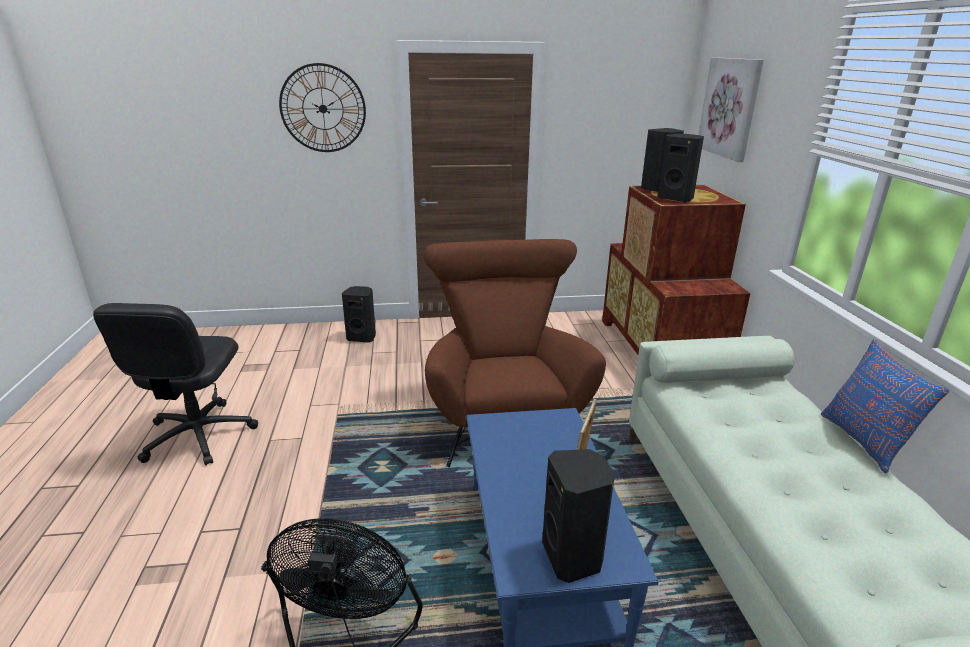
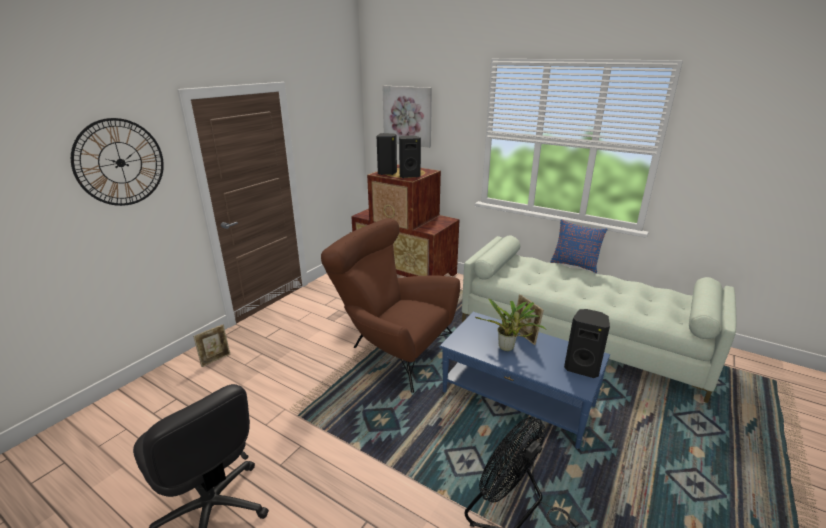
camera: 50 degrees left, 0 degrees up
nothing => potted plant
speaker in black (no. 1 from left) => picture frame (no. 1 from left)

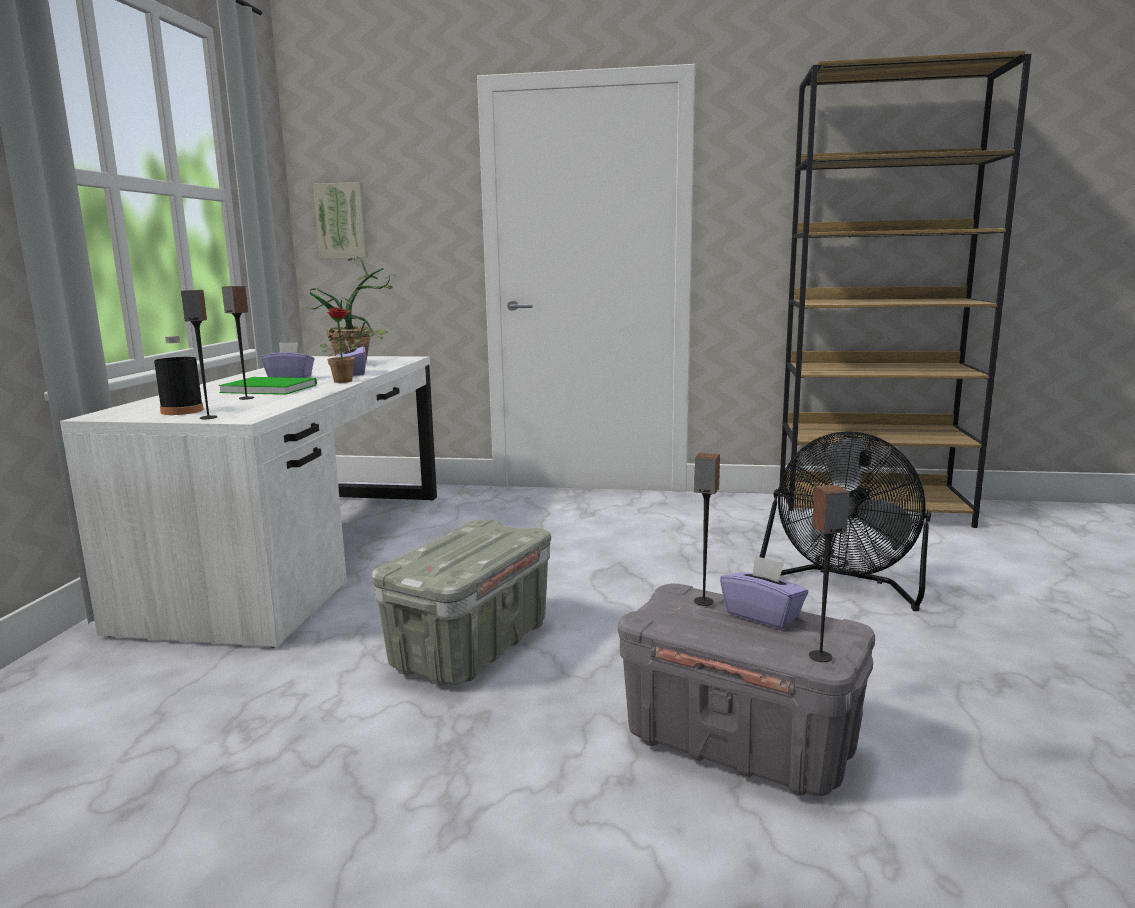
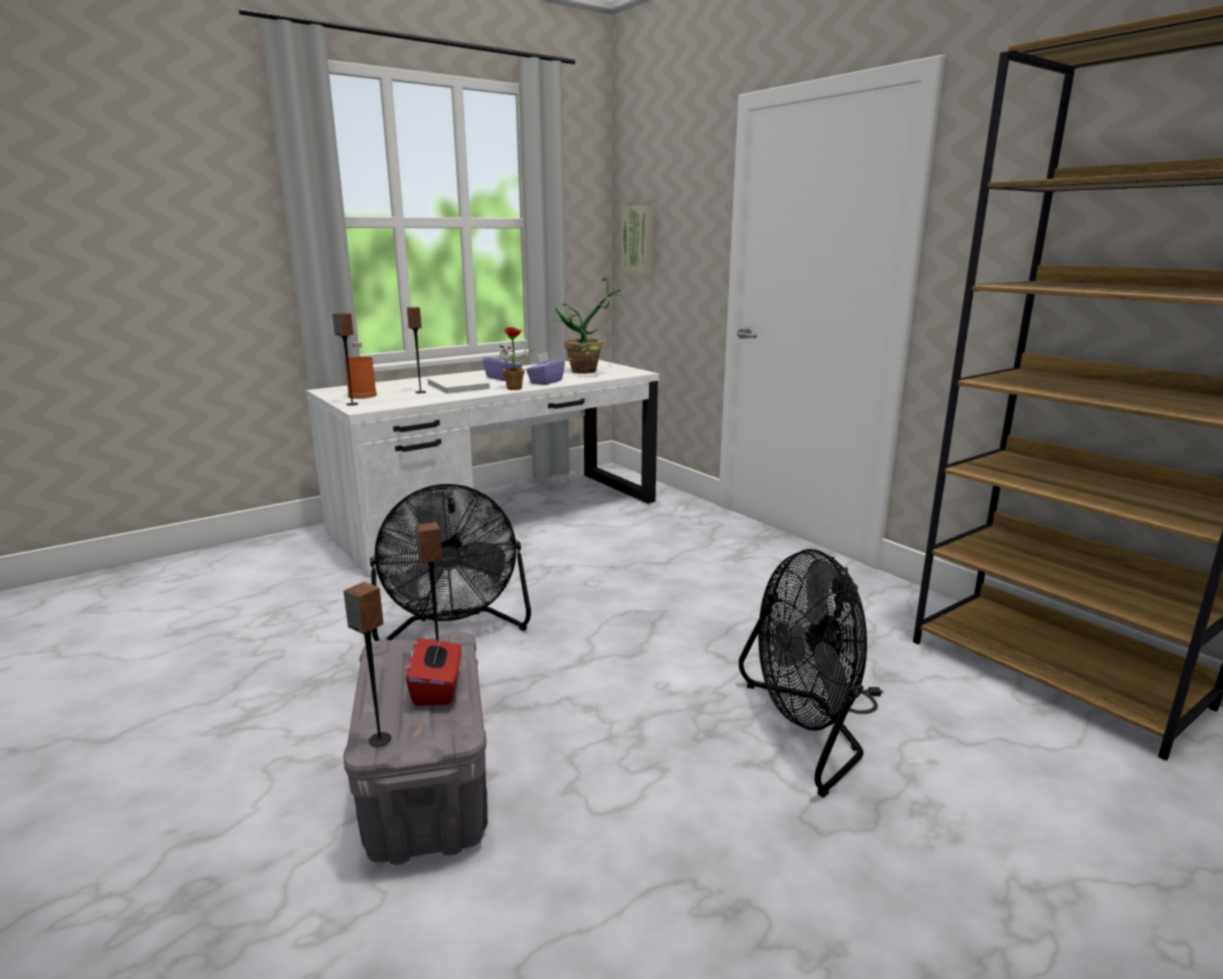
camera: 45 degrees right, 5 degrees up
storage box in grey (no. 1 from left) => fan in black (no. 1 from left)
bottle in black => bottle in orange
book in green => book in white
tissue box in purple (no. 3 from left) => tissue box in red

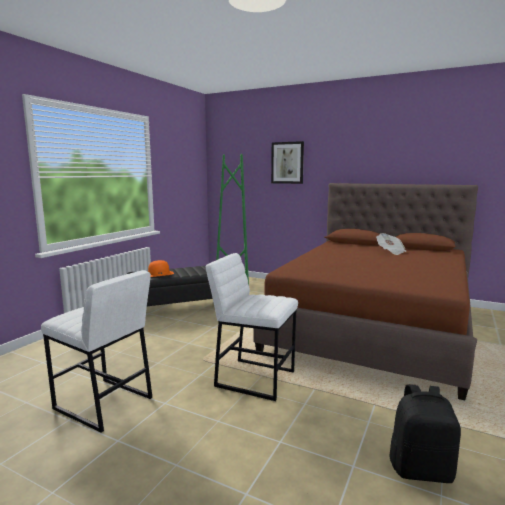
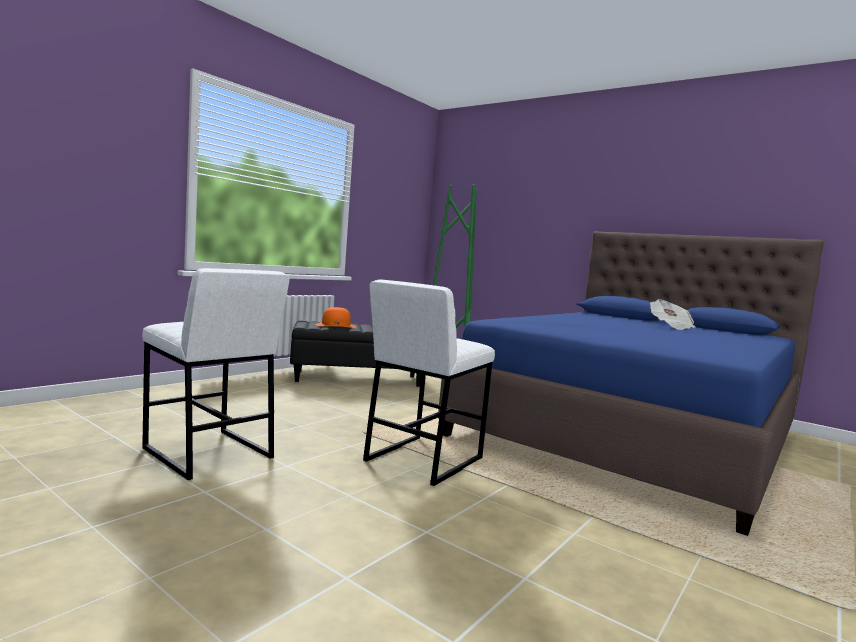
camera: 10 degrees right, 5 degrees down
picture => nothing
backpack in black => nothing
bed in brown => bed in blue
chair in white (no. 2 from left), 90 degrees counterclockwise

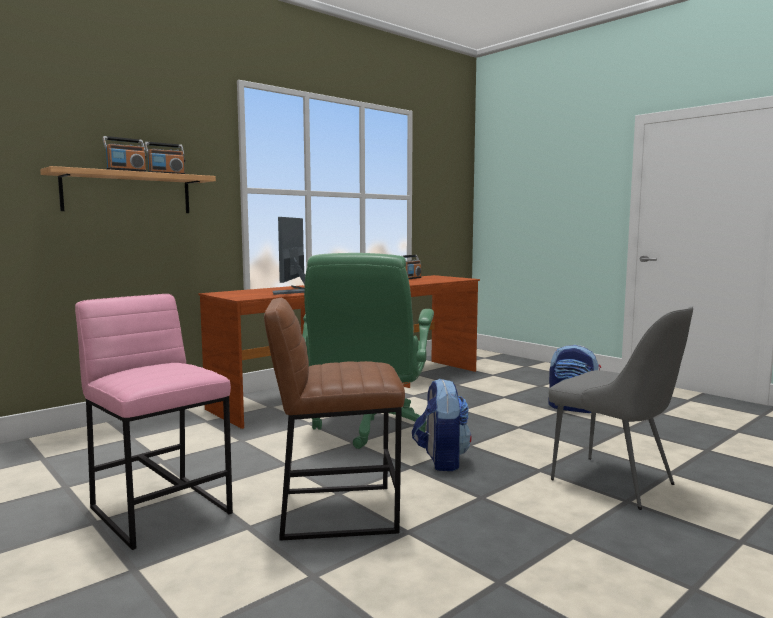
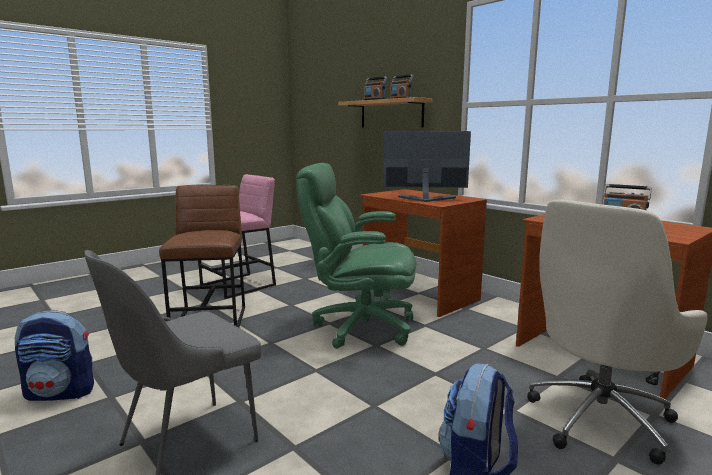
camera: 90 degrees right, 5 degrees up
nothing => office chair in beige
backpack (no. 1 from left), relocated

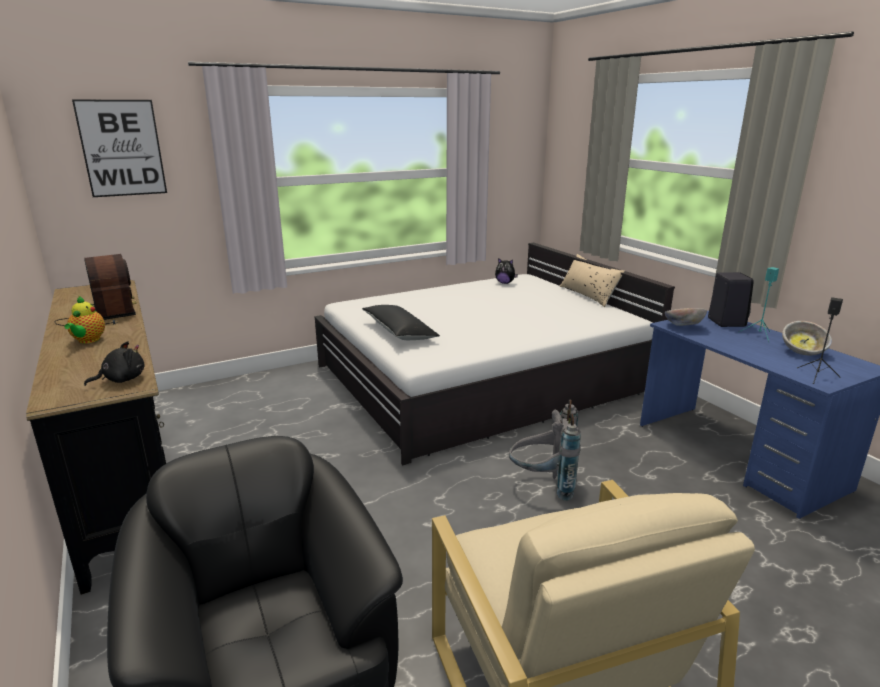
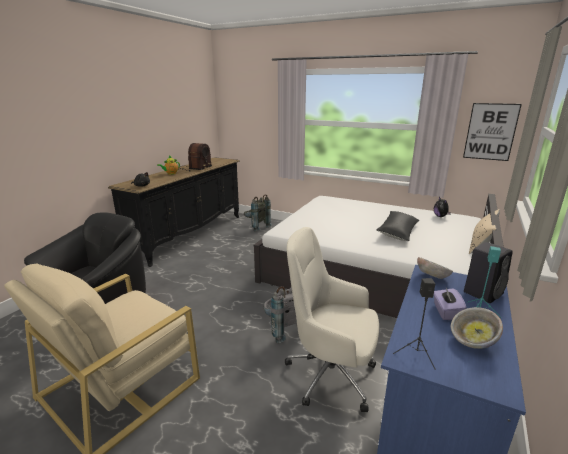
camera: 55 degrees right, 0 degrees up
nothing => backpack in grey (no. 1 from left)
nothing => office chair in beige
nothing => tissue box in purple
picture, relocated
pillow in black, relocated

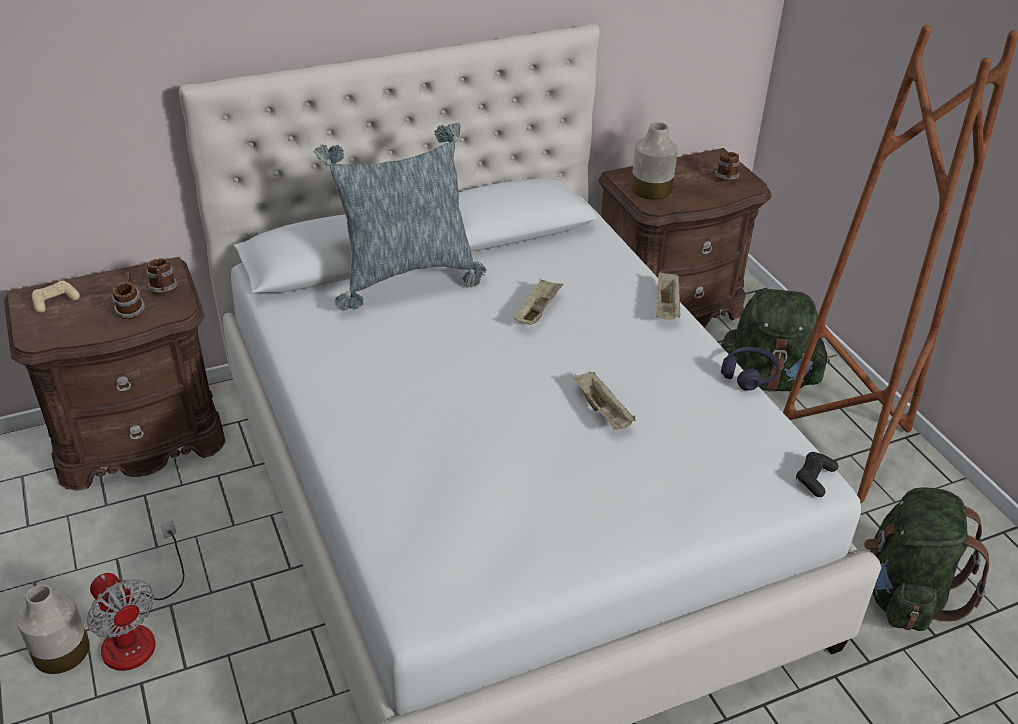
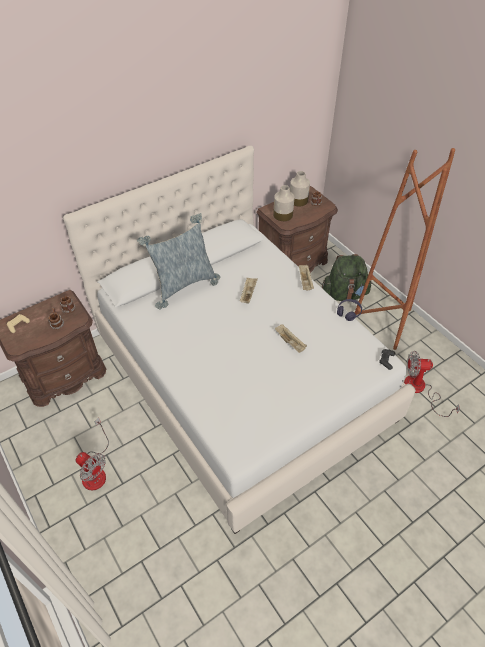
camera: 10 degrees left, 10 degrees up
vase in beige (no. 1 from left in the first image) => vase in beige (no. 2 from left), relocated
backpack in green (no. 2 from left) => fan (no. 2 from left)

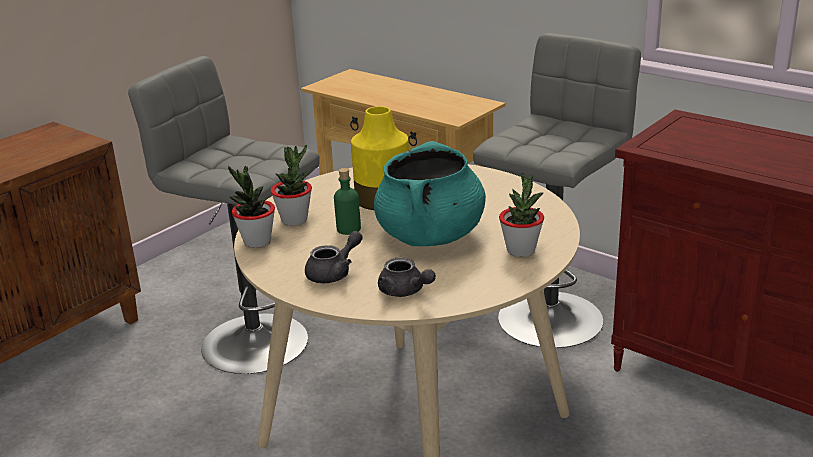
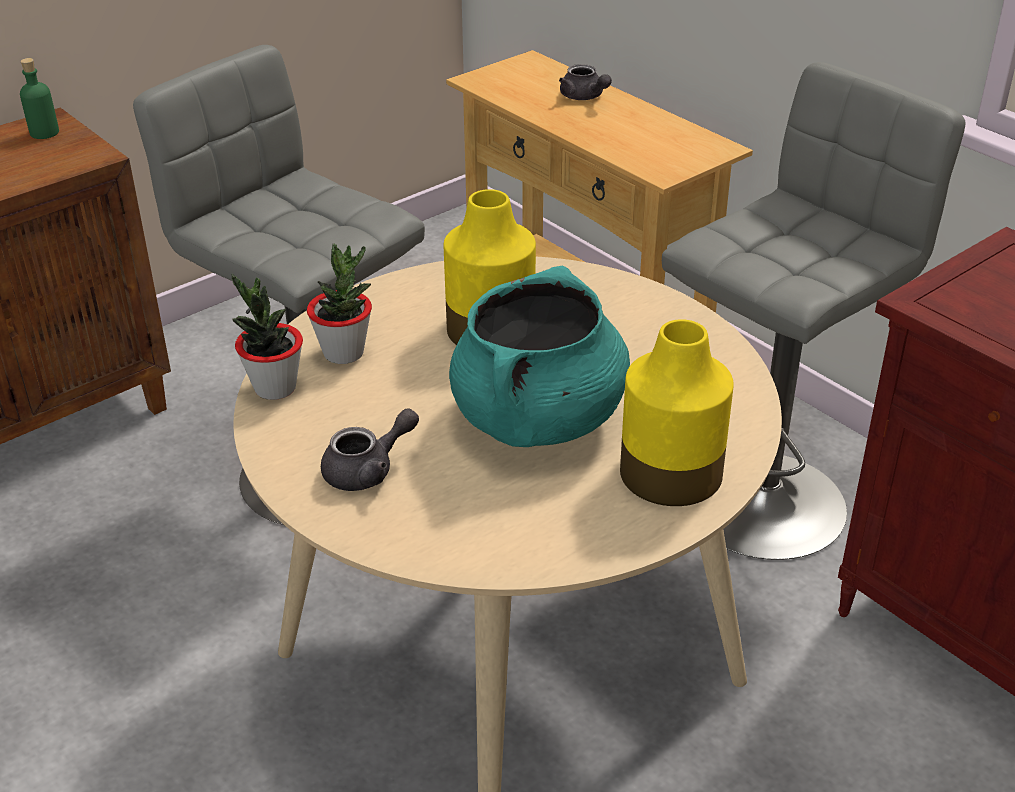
camera: 10 degrees right, 10 degrees up
bottle in green, relocated
teapot in grey (no. 2 from left), relocated
potted plant (no. 3 from left) => vase in yellow (no. 2 from left)

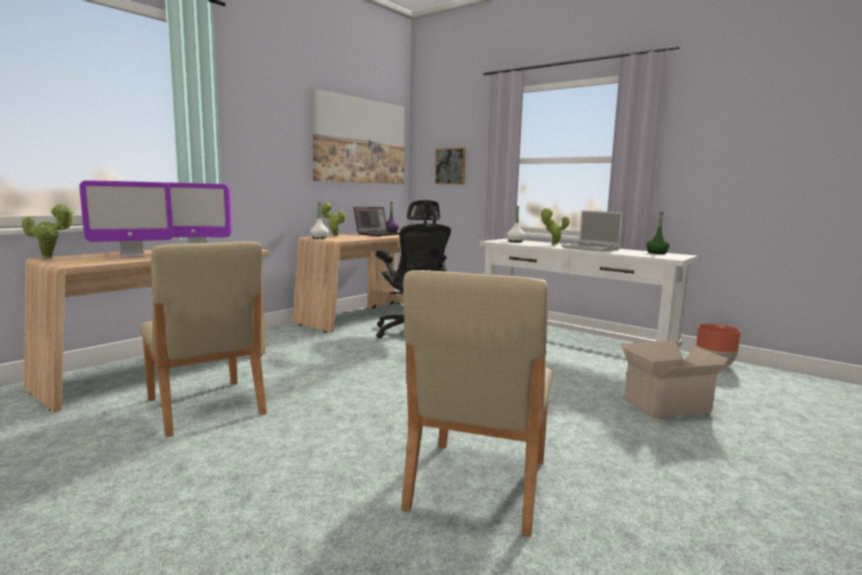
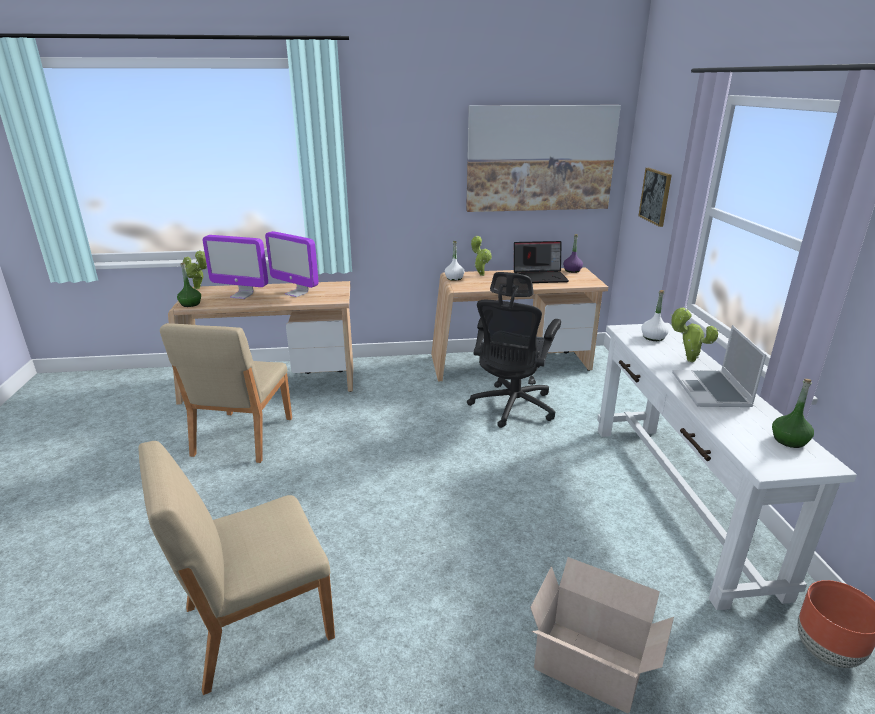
camera: 45 degrees right, 15 degrees up
nothing => bottle in green (no. 1 from left)

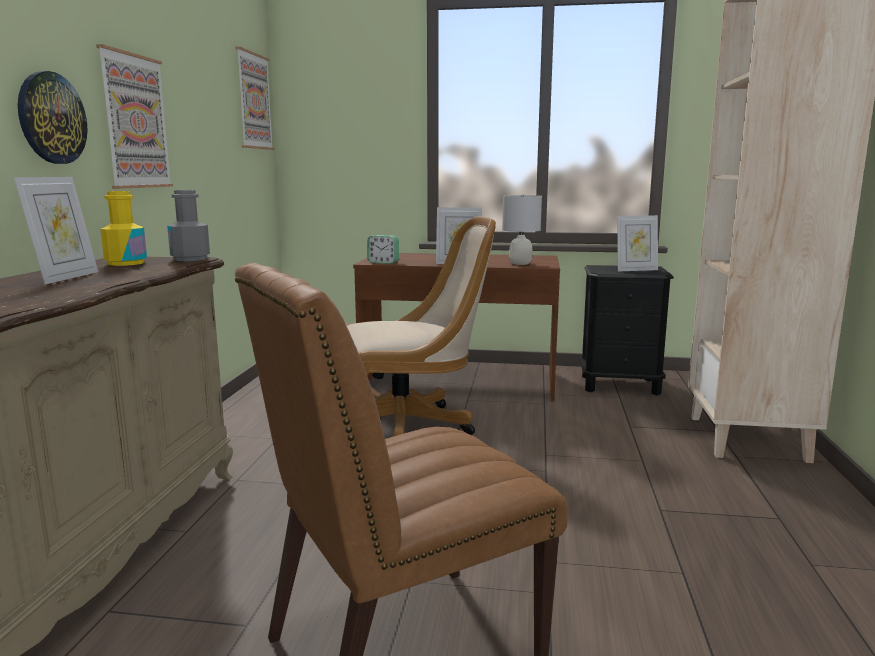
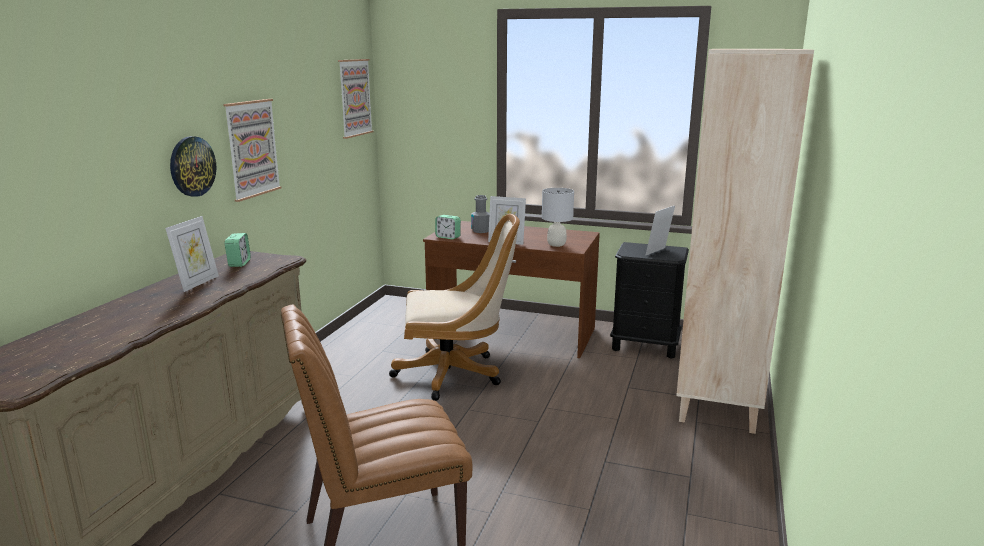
camera: 10 degrees right, 5 degrees up
bottle in grey, relocated
bottle in yellow => alarm clock (no. 1 from left)
picture frame (no. 3 from left), 135 degrees clockwise

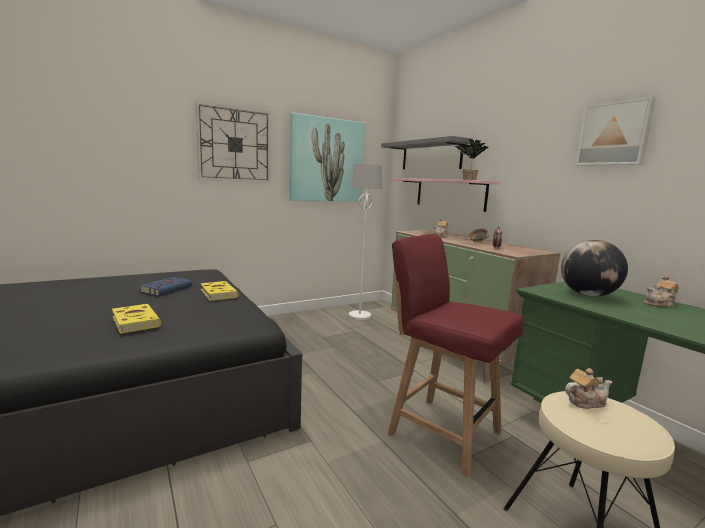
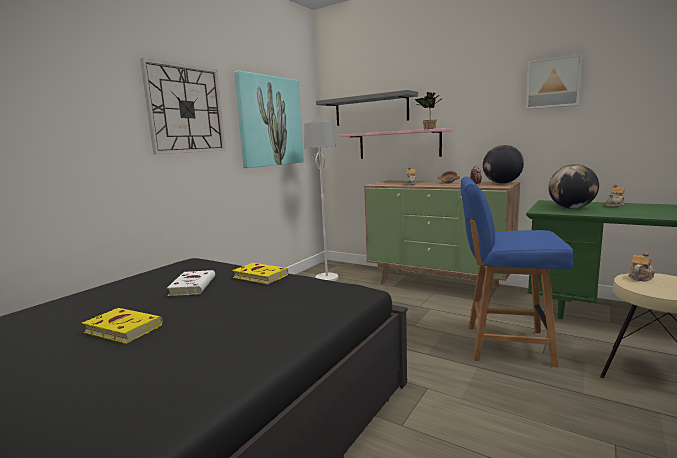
camera: 25 degrees left, 0 degrees up
nothing => globe (no. 1 from left)
book in yellow (no. 1 from left), relocated
book in blue => book in white
chair in red => chair in blue

